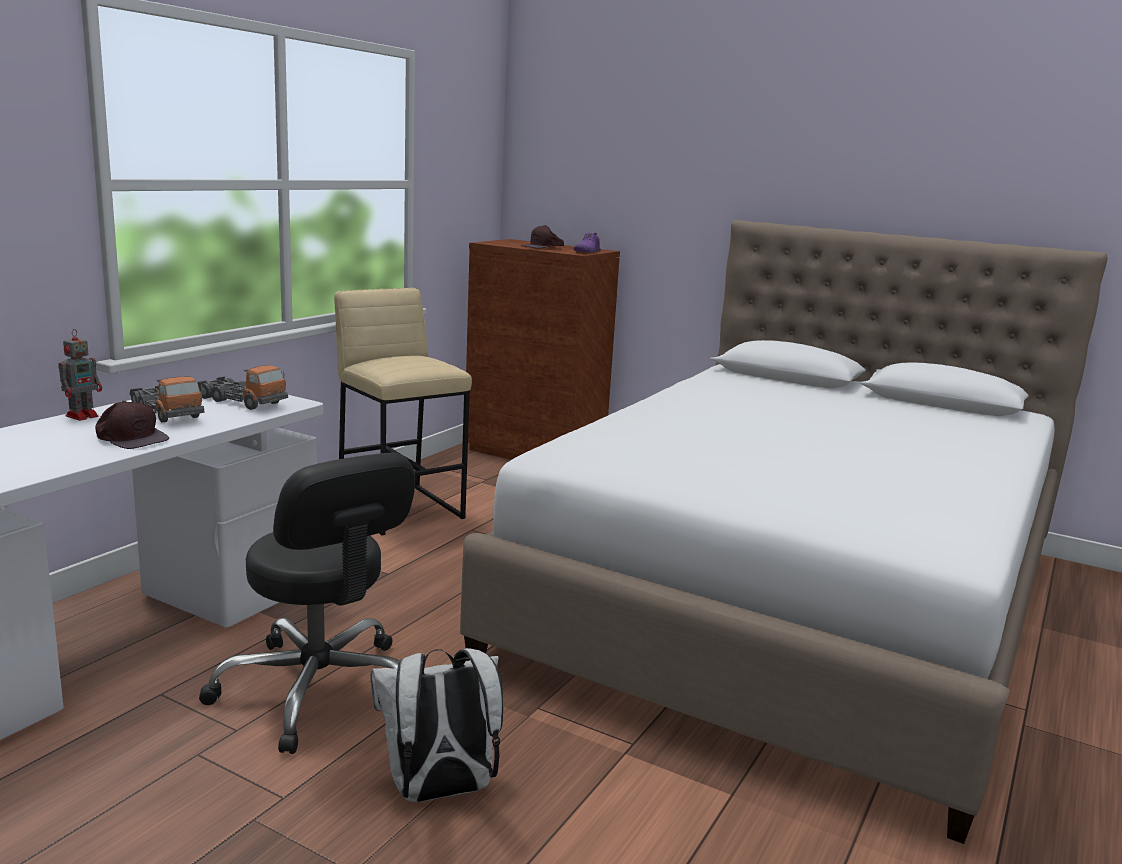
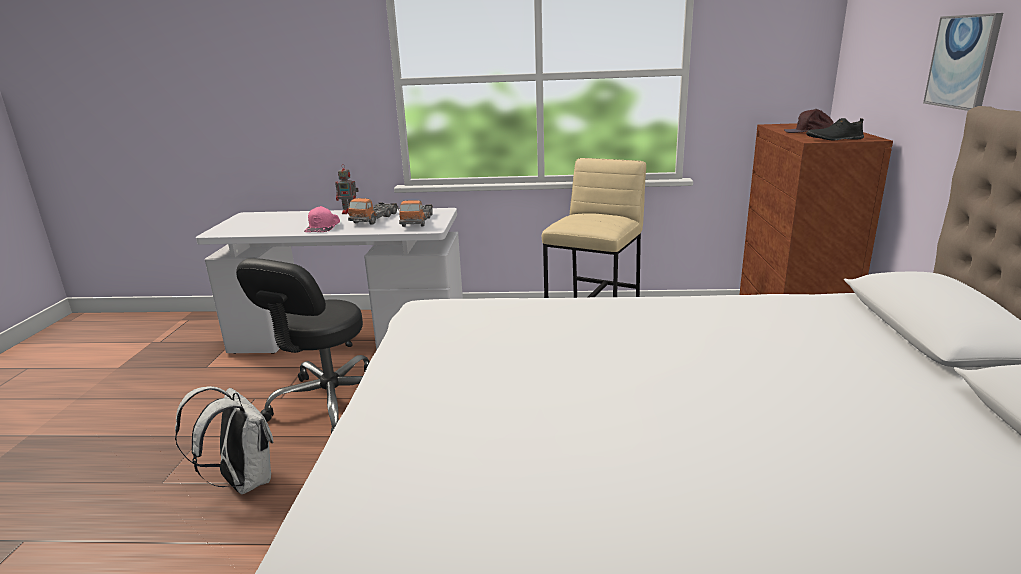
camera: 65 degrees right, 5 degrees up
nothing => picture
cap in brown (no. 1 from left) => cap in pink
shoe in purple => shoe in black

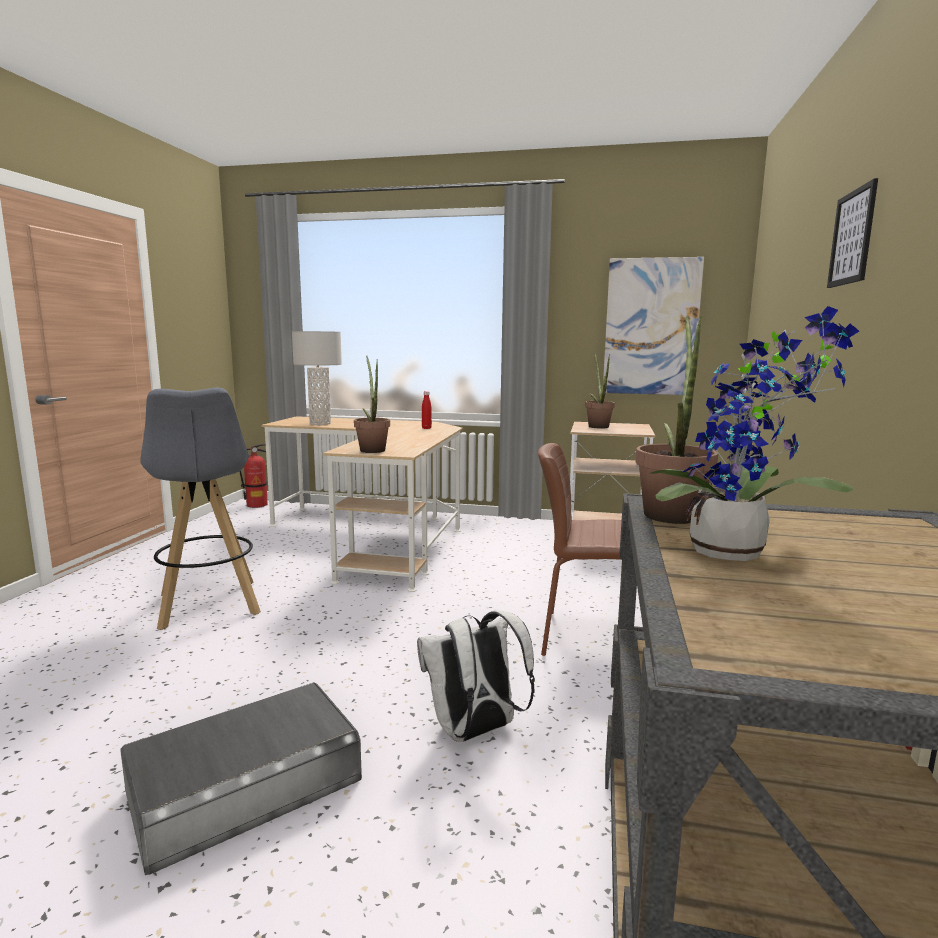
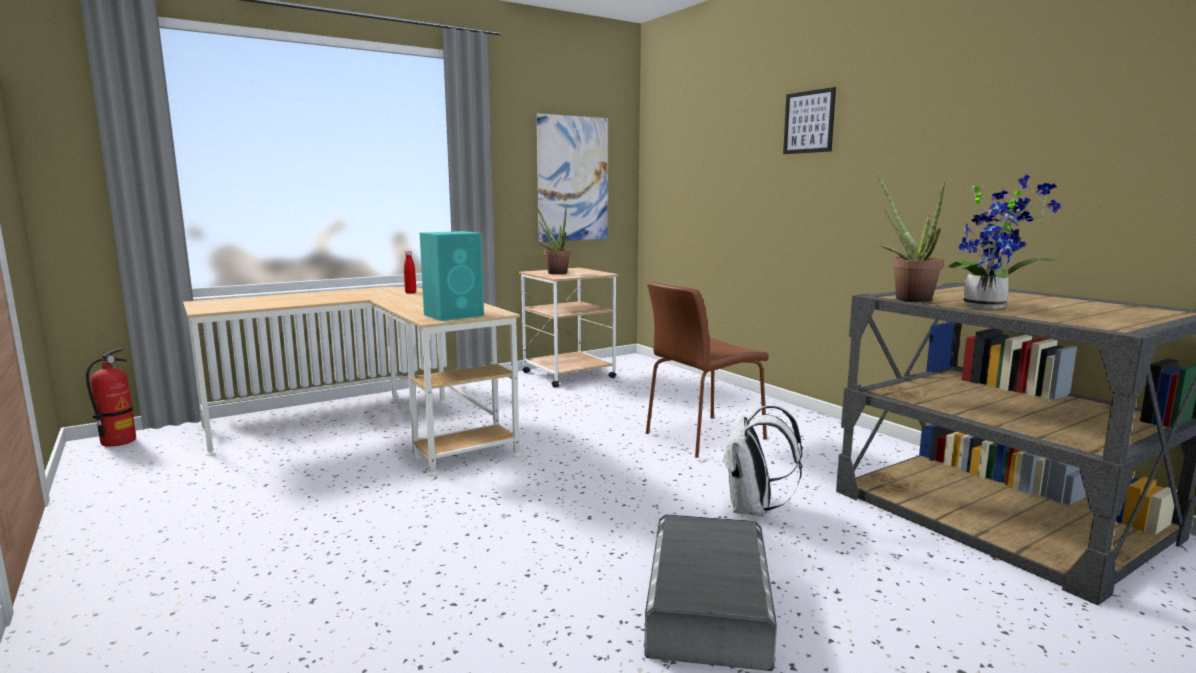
camera: 45 degrees left, 0 degrees up
stool in grey => nothing
table lamp in white => nothing
potted plant (no. 1 from left) => speaker in turquoise

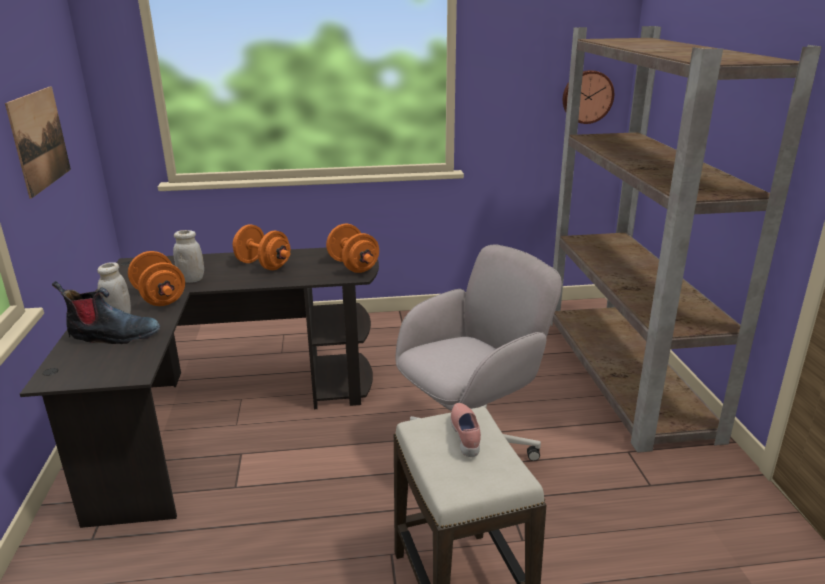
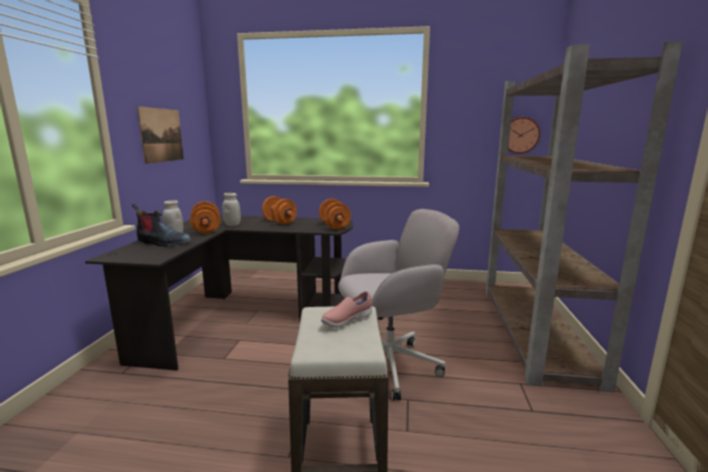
camera: 15 degrees right, 10 degrees down
shoe in pink, 135 degrees counterclockwise

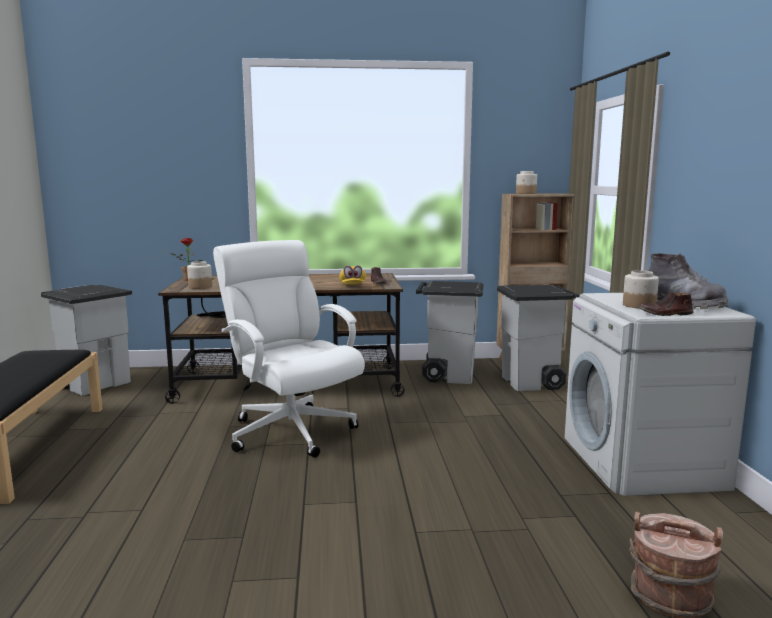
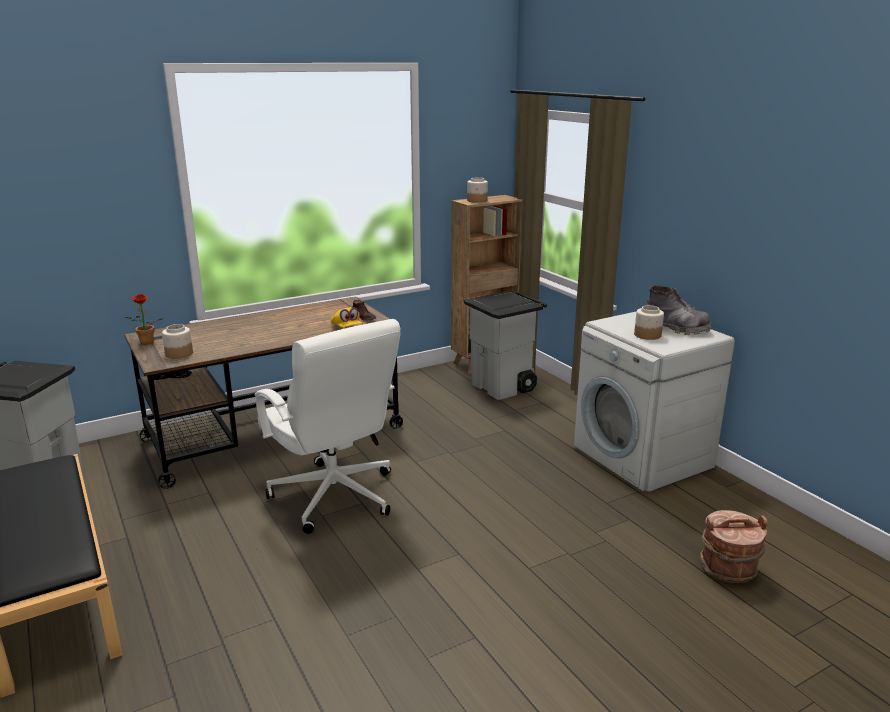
camera: 25 degrees left, 10 degrees up
trash can in grey (no. 2 from left) => nothing
shoe in brown (no. 2 from left) => nothing
office chair in white, 150 degrees counterclockwise

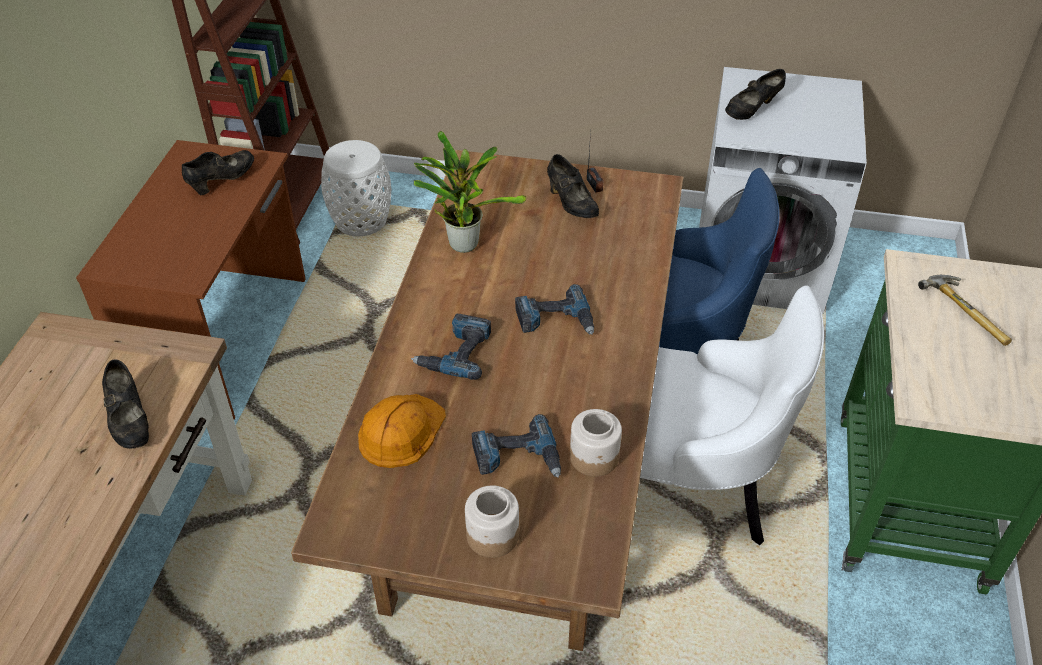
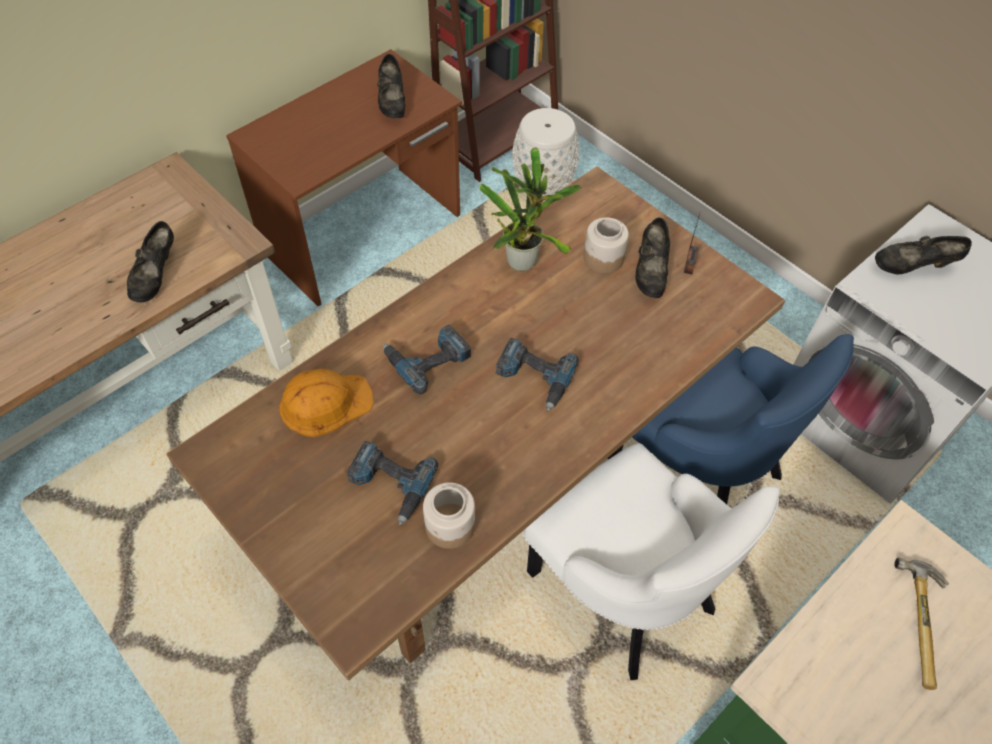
camera: 35 degrees right, 10 degrees up
jar (no. 1 from left in the first image) => jar (no. 2 from left), relocated
shoe in black (no. 2 from left), 90 degrees clockwise

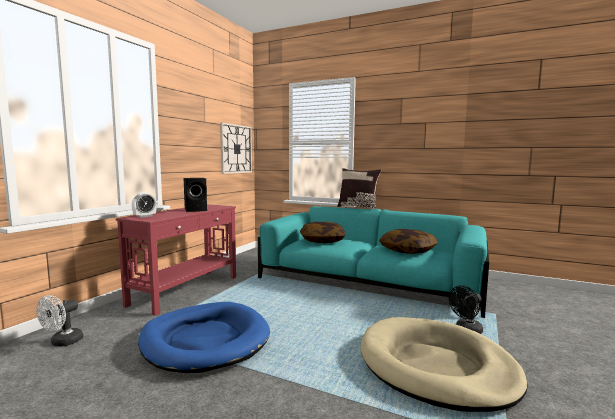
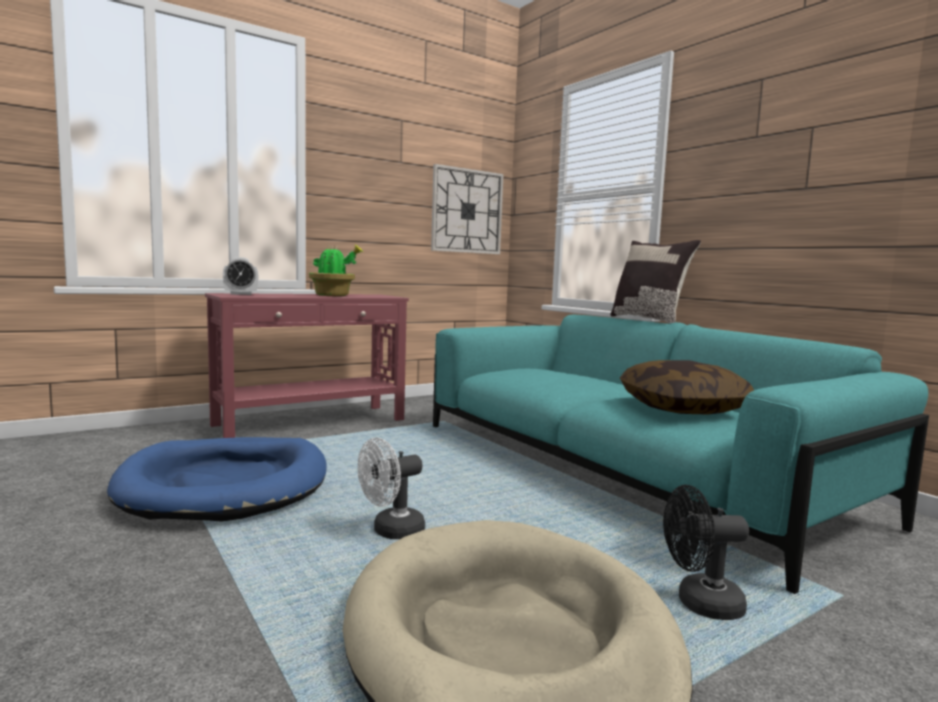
camera: 30 degrees right, 0 degrees up
pillow (no. 1 from left) => nothing
fan in white, relocated
speaker in black => potted plant

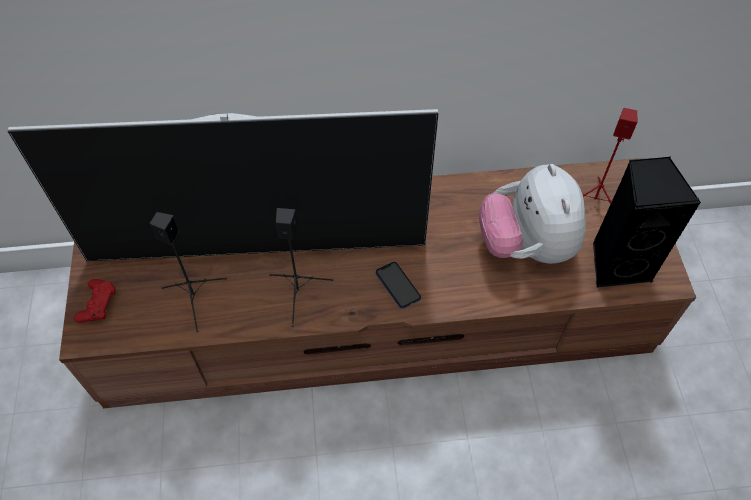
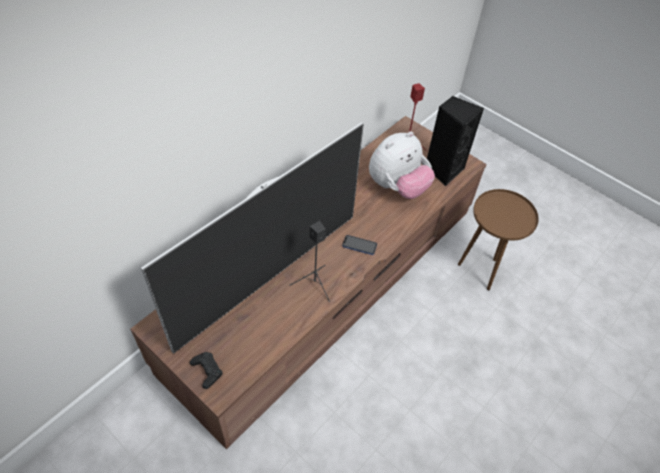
camera: 45 degrees left, 5 degrees down
speaker in black (no. 1 from left) => nothing
nothing => side table in brown
game controller in red => game controller in black
plush toy, 75 degrees counterclockwise

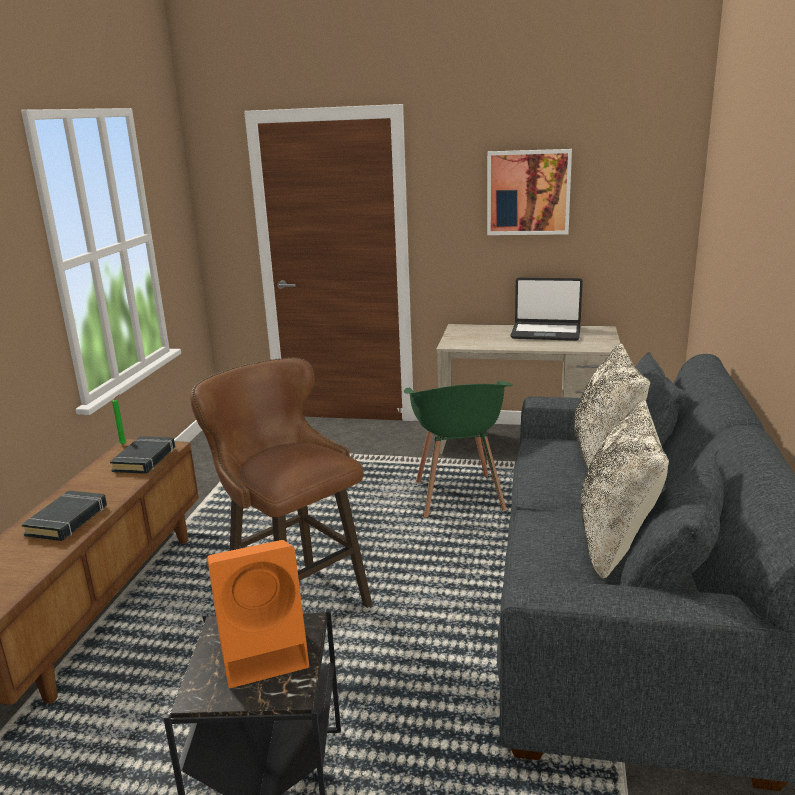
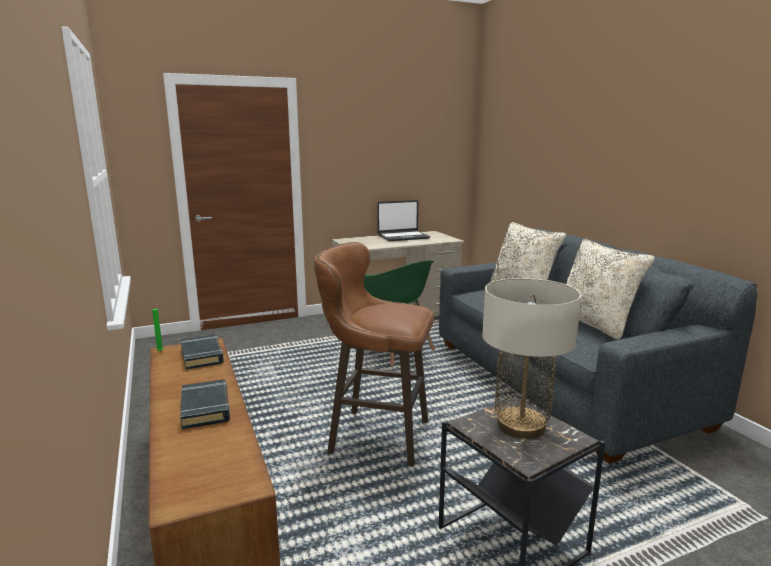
camera: 35 degrees left, 5 degrees down
picture => nothing
speaker in orange => table lamp

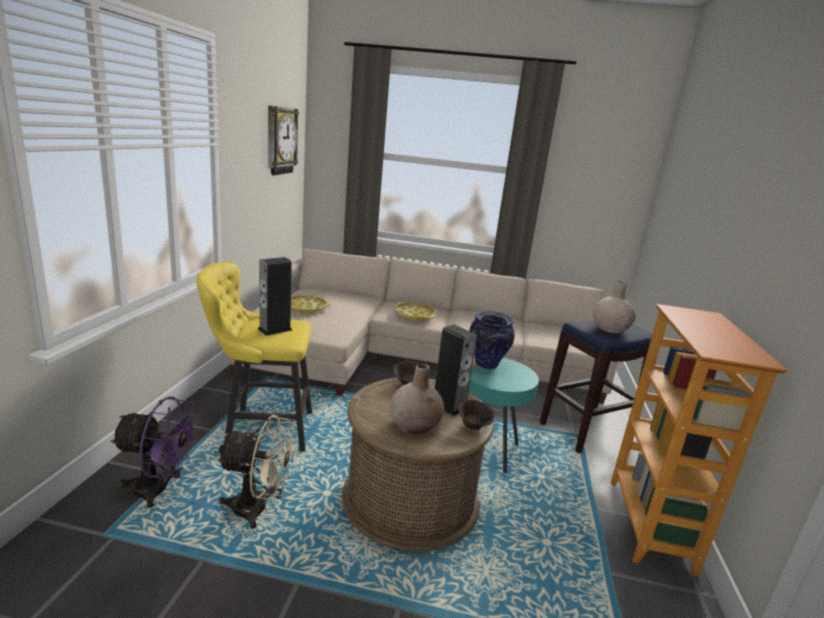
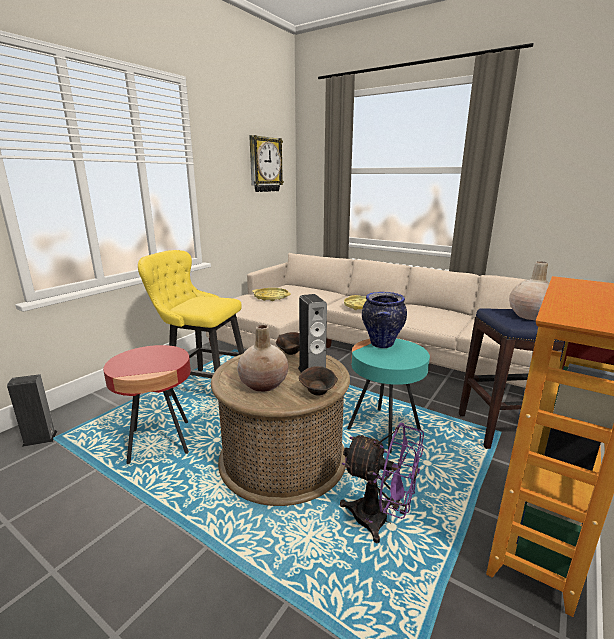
camera: 25 degrees right, 0 degrees up
fan in purple, relocated
speaker (no. 1 from left), relocated
fan in beige => side table in red

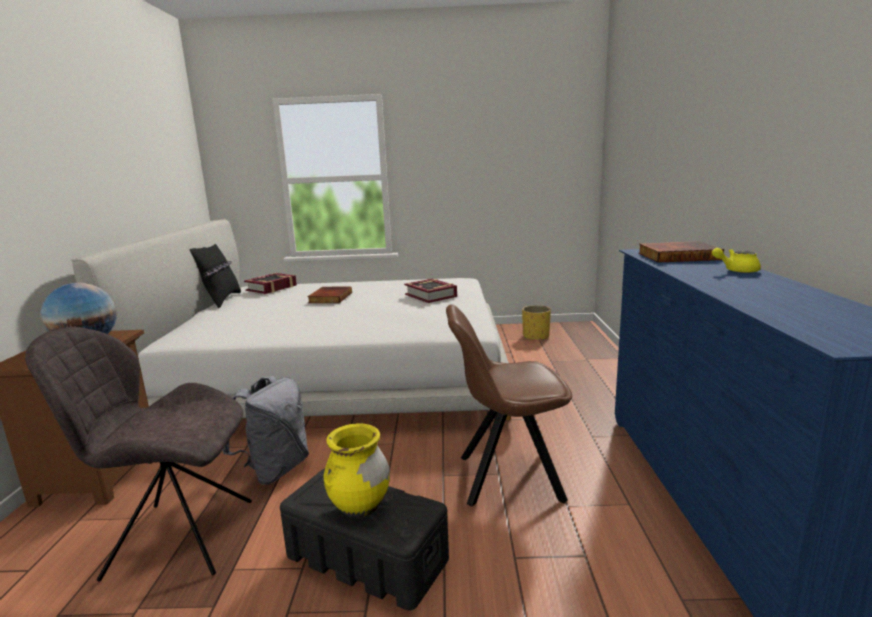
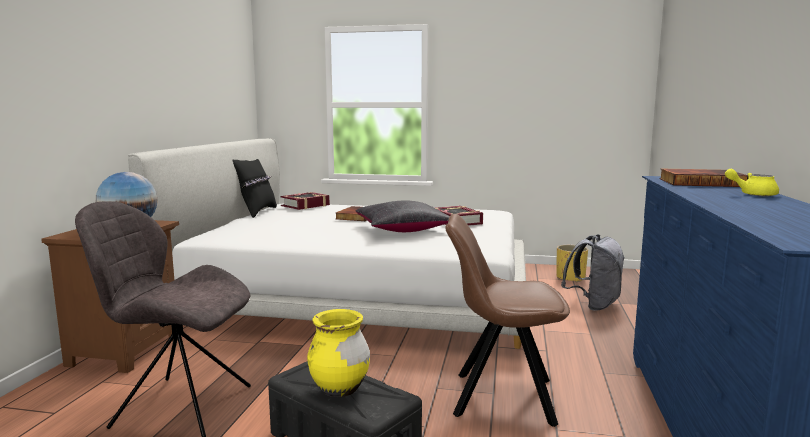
camera: 10 degrees right, 5 degrees down
nothing => pillow in black (no. 2 from left)
backpack in grey, relocated

